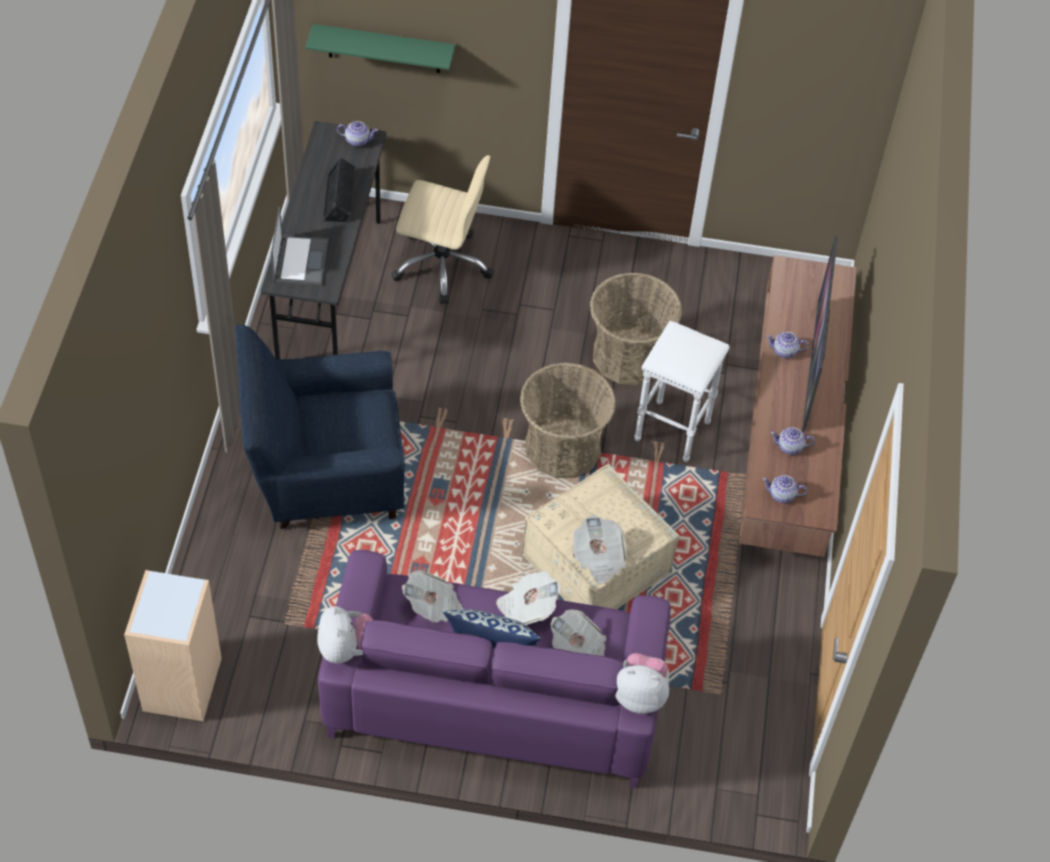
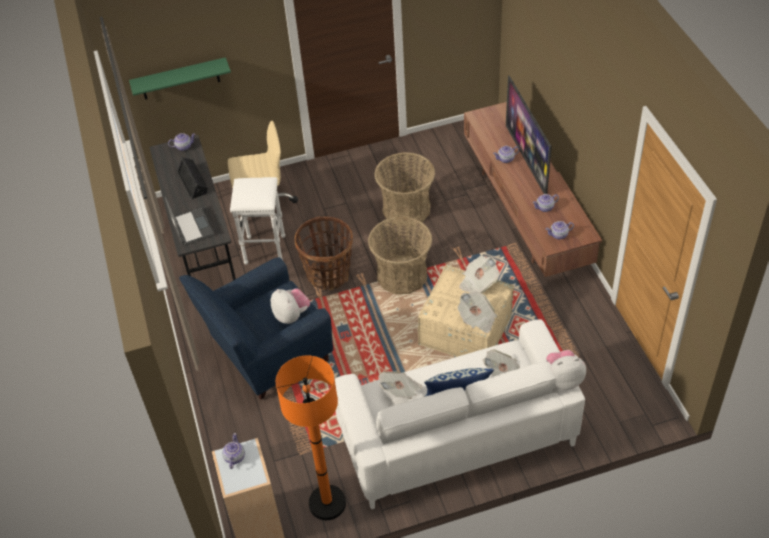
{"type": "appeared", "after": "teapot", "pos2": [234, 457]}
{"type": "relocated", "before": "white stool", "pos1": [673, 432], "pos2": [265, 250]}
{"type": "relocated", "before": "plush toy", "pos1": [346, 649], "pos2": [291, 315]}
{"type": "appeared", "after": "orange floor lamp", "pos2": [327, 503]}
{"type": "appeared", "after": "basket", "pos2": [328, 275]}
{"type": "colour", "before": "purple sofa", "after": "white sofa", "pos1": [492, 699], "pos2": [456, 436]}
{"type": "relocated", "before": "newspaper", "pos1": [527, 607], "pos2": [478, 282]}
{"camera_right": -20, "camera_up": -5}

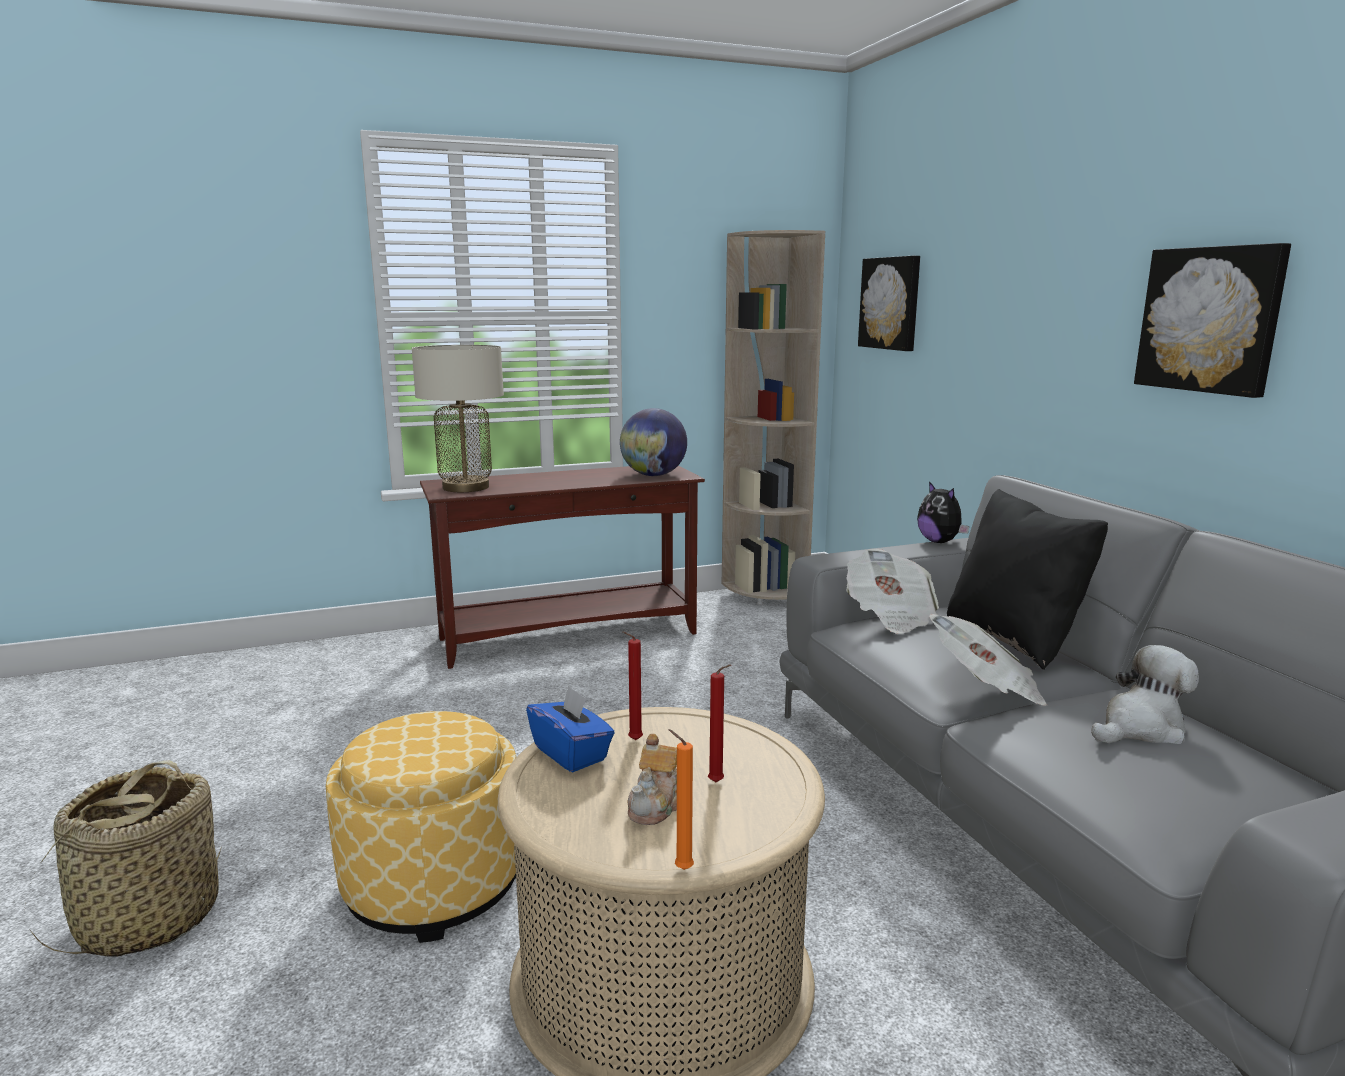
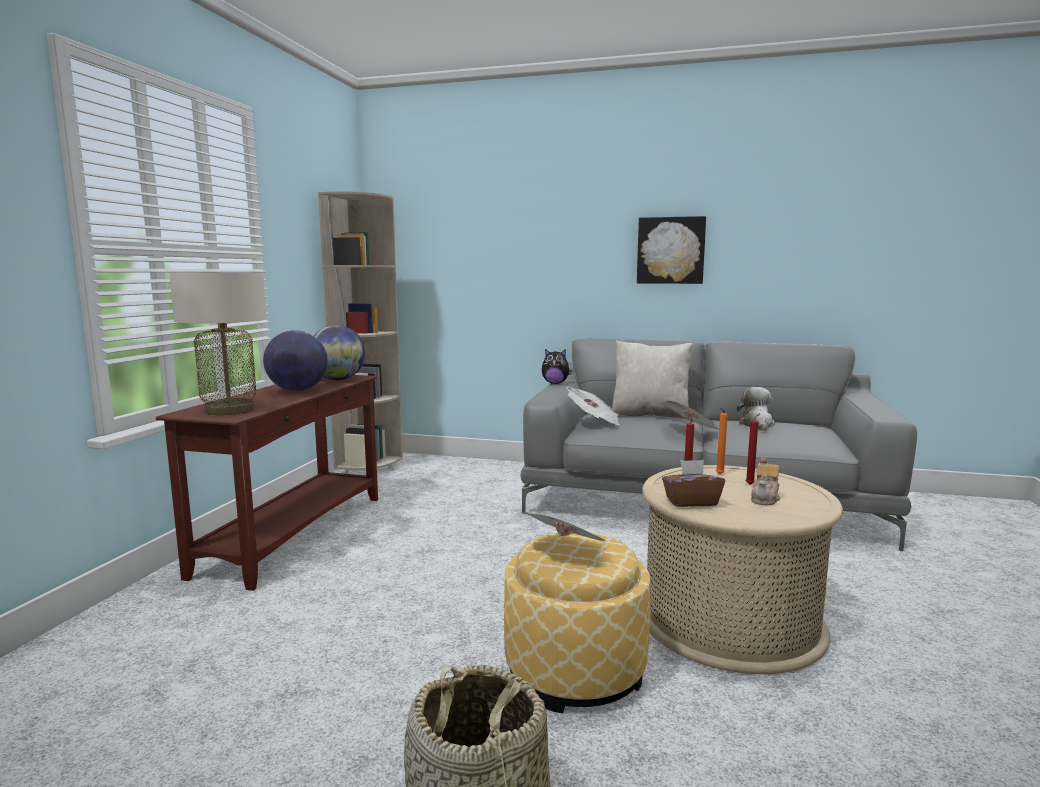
{"type": "appeared", "after": "globe", "pos2": [297, 390]}
{"type": "appeared", "after": "newspaper", "pos2": [566, 552]}
{"type": "colour", "before": "black pillow", "after": "beige pillow", "pos1": [1014, 638], "pos2": [650, 415]}
{"type": "colour", "before": "blue tissue box", "after": "brown tissue box", "pos1": [571, 753], "pos2": [691, 502]}
{"type": "relocated", "before": "orange candle", "pos1": [681, 869], "pos2": [719, 474]}
{"type": "spun", "before": "teapot", "pos1": [656, 805], "pos2": [765, 498], "turn": 60}
{"type": "missing", "before": "picture", "pos1": [891, 303]}
{"camera_right": -55, "camera_up": -5}

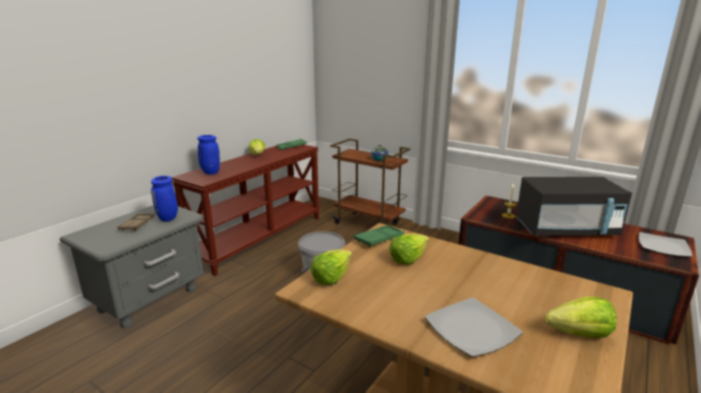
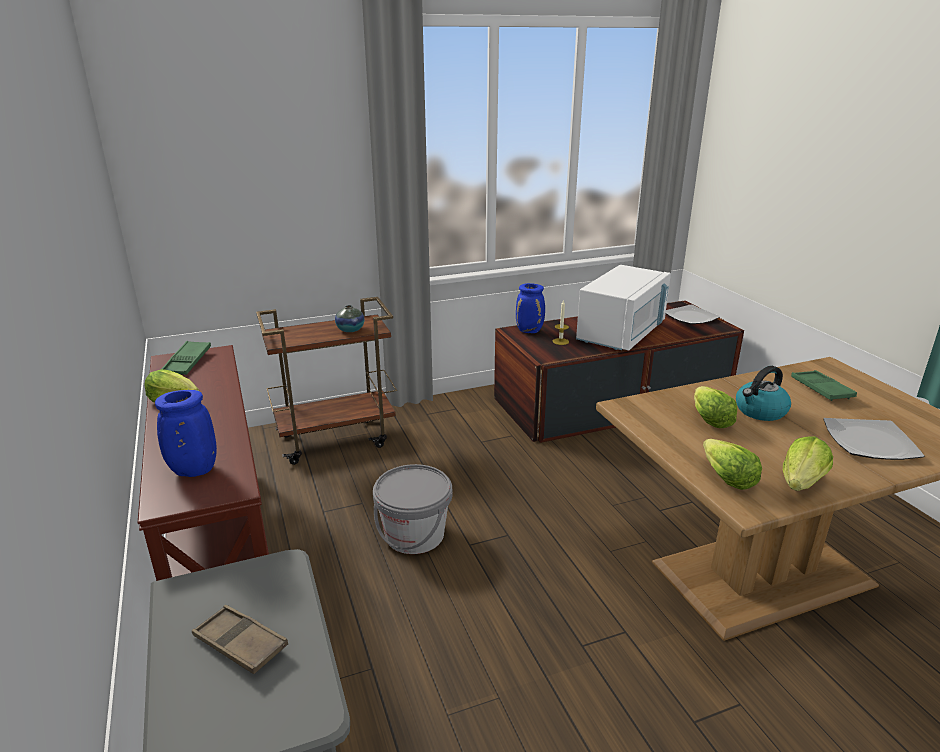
{"type": "relocated", "before": "blue vase", "pos1": [168, 219], "pos2": [530, 331]}
{"type": "colour", "before": "black microwave", "after": "white microwave", "pos1": [565, 230], "pos2": [621, 334]}
{"type": "appeared", "after": "kettle", "pos2": [760, 411]}
{"type": "relocated", "before": "lettuce", "pos1": [580, 334], "pos2": [801, 483]}
{"type": "relocated", "before": "green tray", "pos1": [379, 239], "pos2": [821, 389]}
{"camera_right": -55, "camera_up": 5}

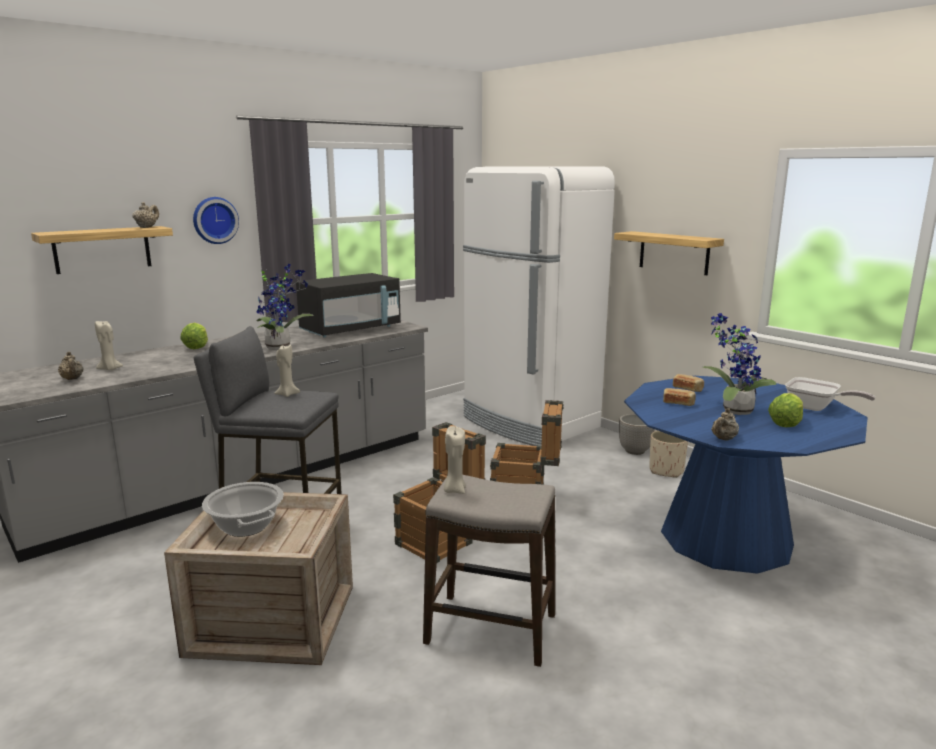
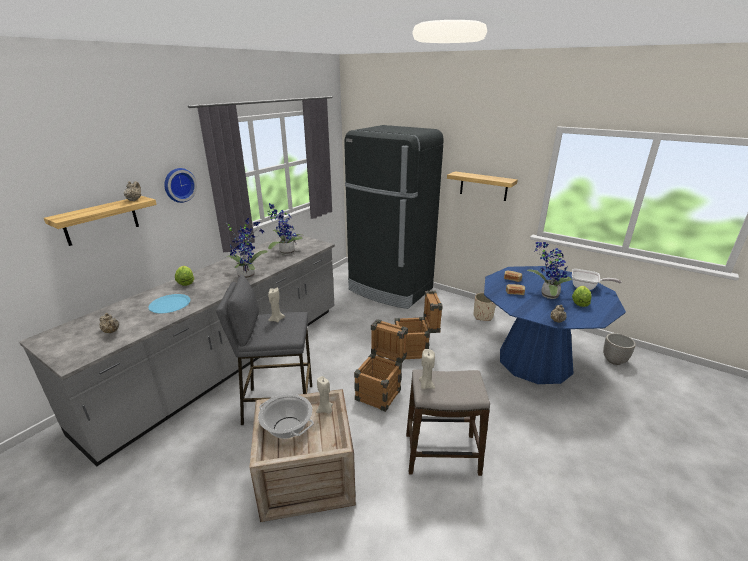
{"type": "appeared", "after": "blue plate", "pos2": [170, 304]}
{"type": "exchanged", "before": "black microwave", "after": "potted plant", "pos1": [351, 330], "pos2": [285, 252]}
{"type": "relocated", "before": "beige candle", "pos1": [110, 369], "pos2": [325, 410]}
{"type": "colour", "before": "white fridge", "after": "black fridge", "pos1": [529, 423], "pos2": [390, 289]}
{"type": "relocated", "before": "planter", "pos1": [635, 451], "pos2": [614, 360]}
{"camera_right": -15, "camera_up": 10}

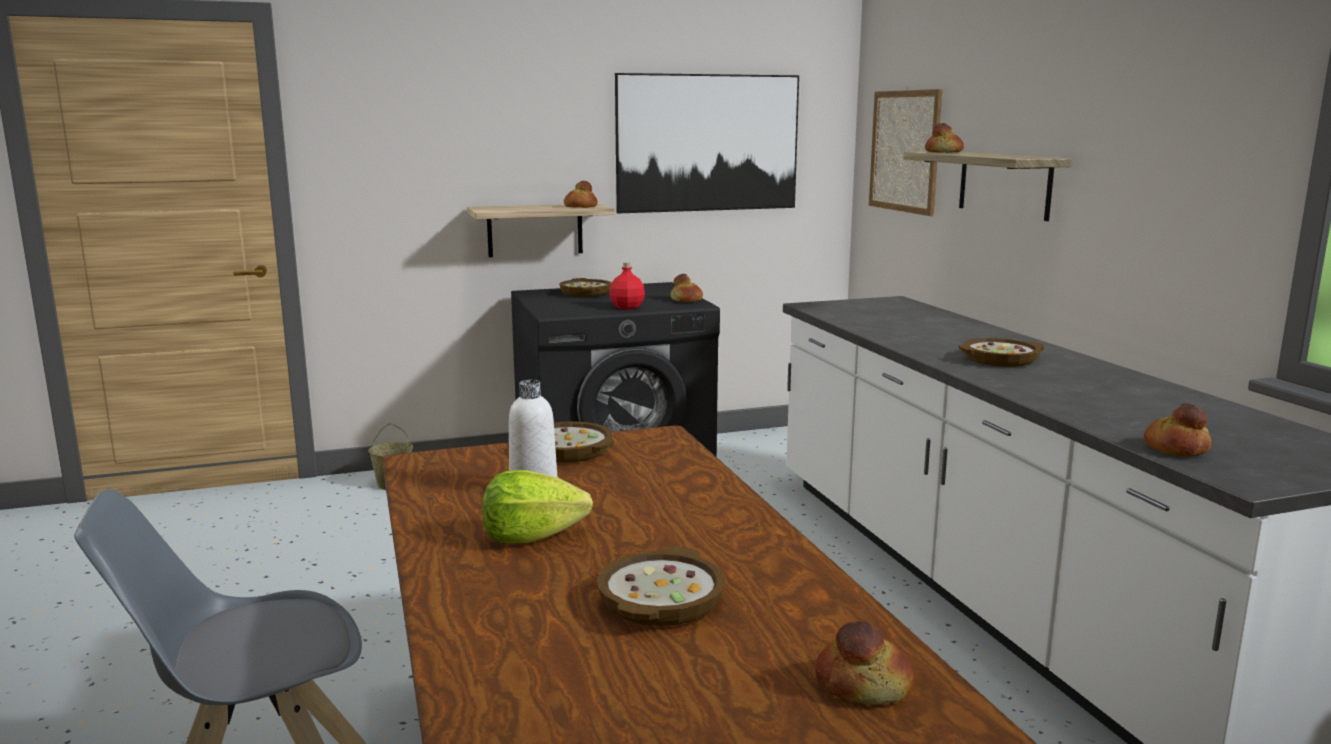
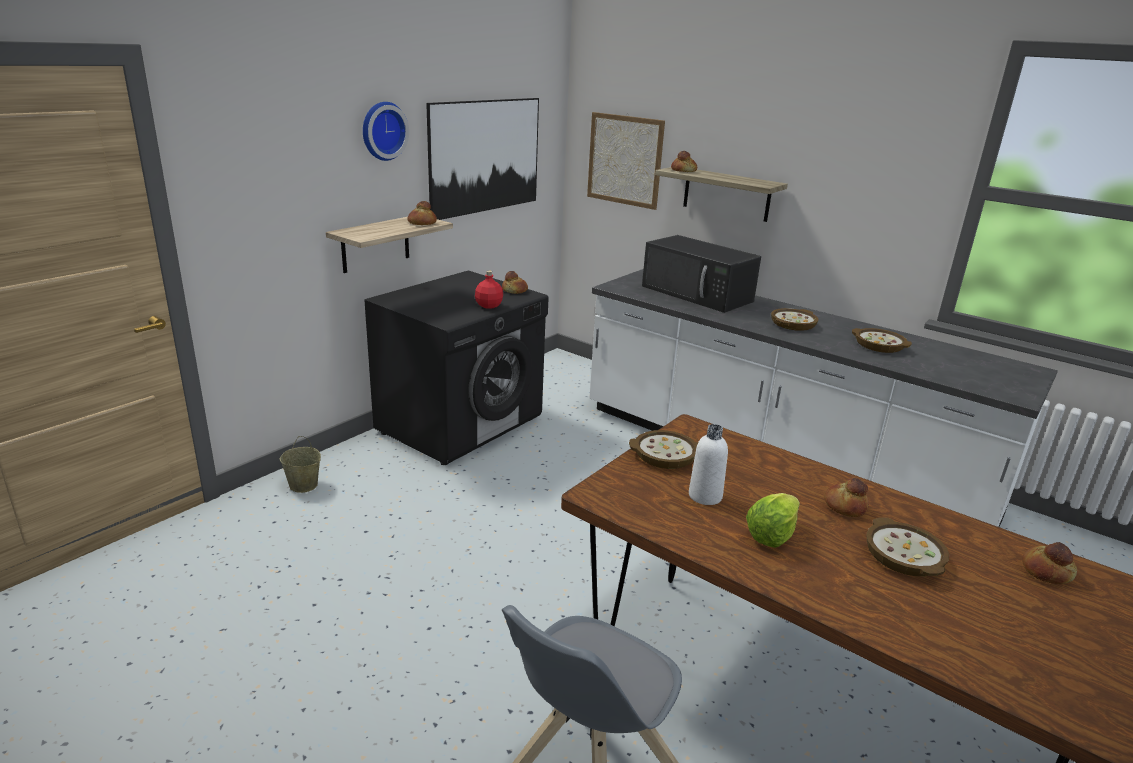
{"type": "appeared", "after": "wall clock", "pos2": [382, 131]}
{"type": "appeared", "after": "black microwave", "pos2": [698, 294]}
{"type": "relocated", "before": "bread", "pos1": [1175, 448], "pos2": [844, 506]}
{"type": "relocated", "before": "bowl", "pos1": [586, 293], "pos2": [879, 345]}
{"camera_right": -35, "camera_up": 10}

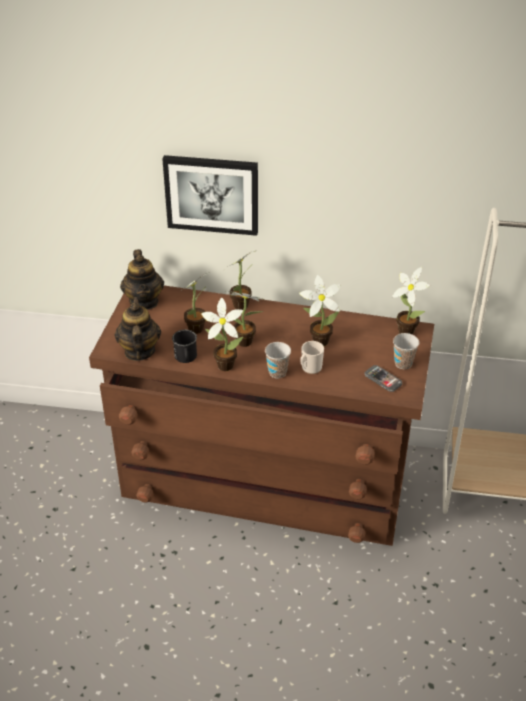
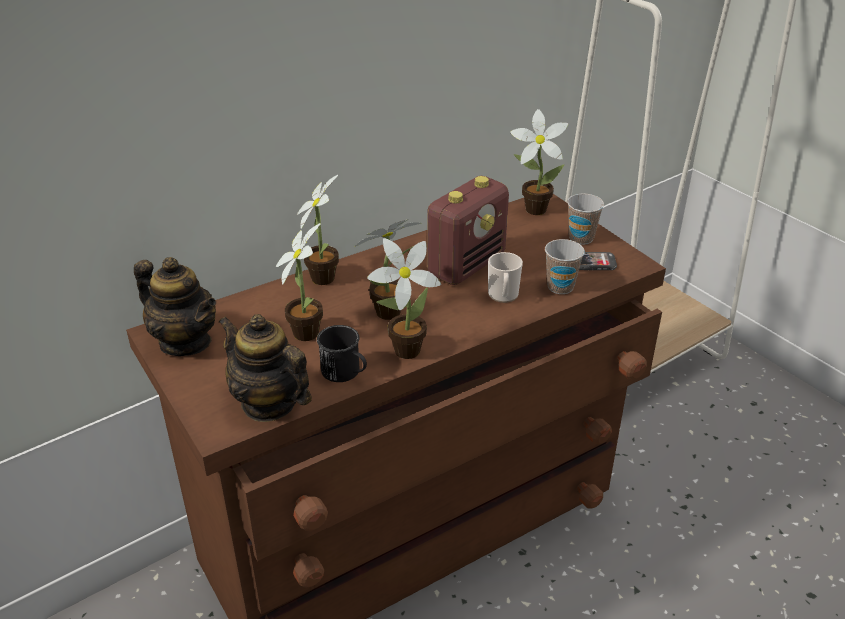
{"type": "exchanged", "before": "potted plant", "after": "radio", "pos1": [318, 341], "pos2": [466, 265]}
{"type": "relocated", "before": "cup", "pos1": [277, 372], "pos2": [560, 287]}
{"type": "missing", "before": "picture", "pos1": [212, 194]}
{"camera_right": -45, "camera_up": -5}

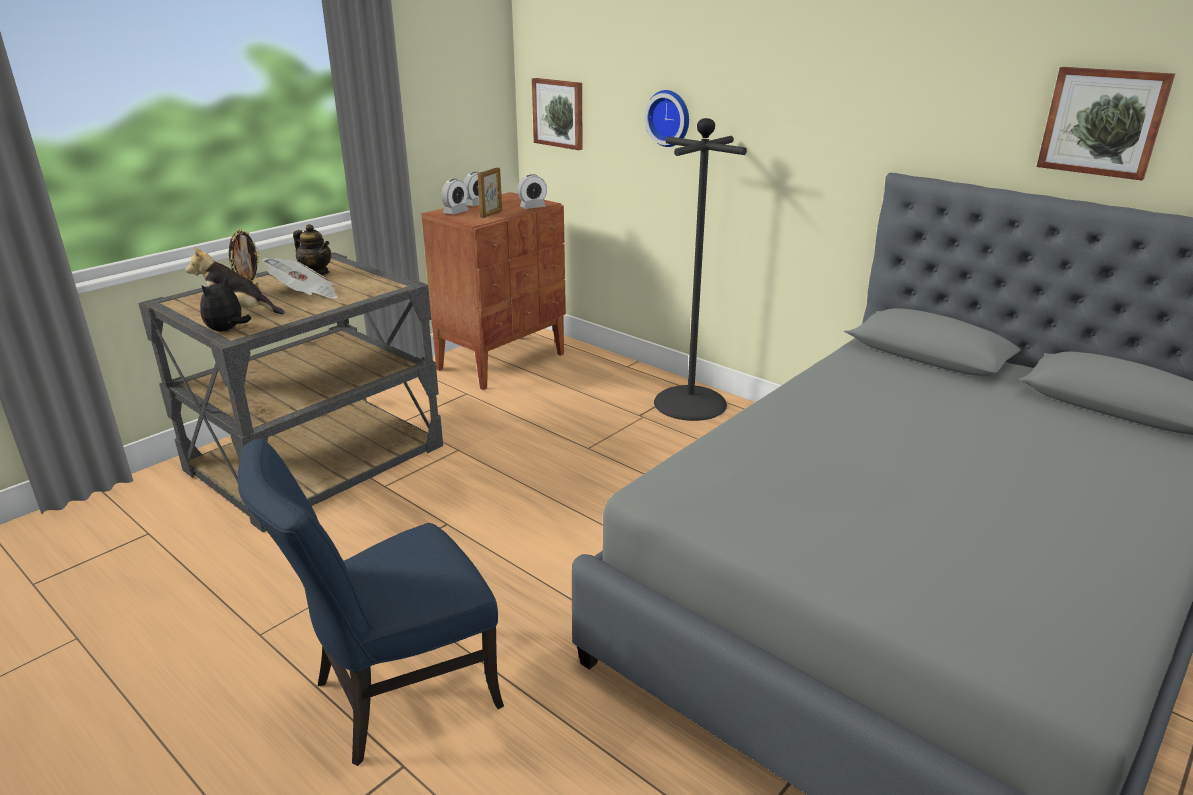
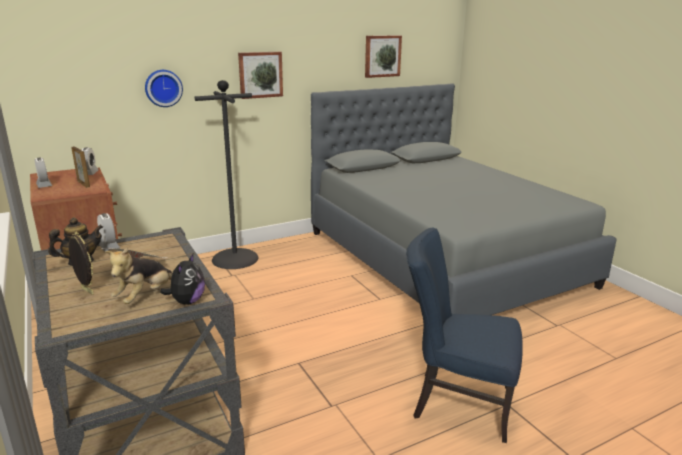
{"type": "relocated", "before": "alarm clock", "pos1": [456, 212], "pos2": [109, 246]}
{"type": "spun", "before": "plush toy", "pos1": [227, 330], "pos2": [187, 301], "turn": -120}
{"type": "relocated", "before": "picture", "pos1": [559, 113], "pos2": [260, 74]}
{"type": "spun", "before": "blue chair", "pos1": [395, 696], "pos2": [455, 402], "turn": 120}
{"camera_right": -70, "camera_up": -5}

